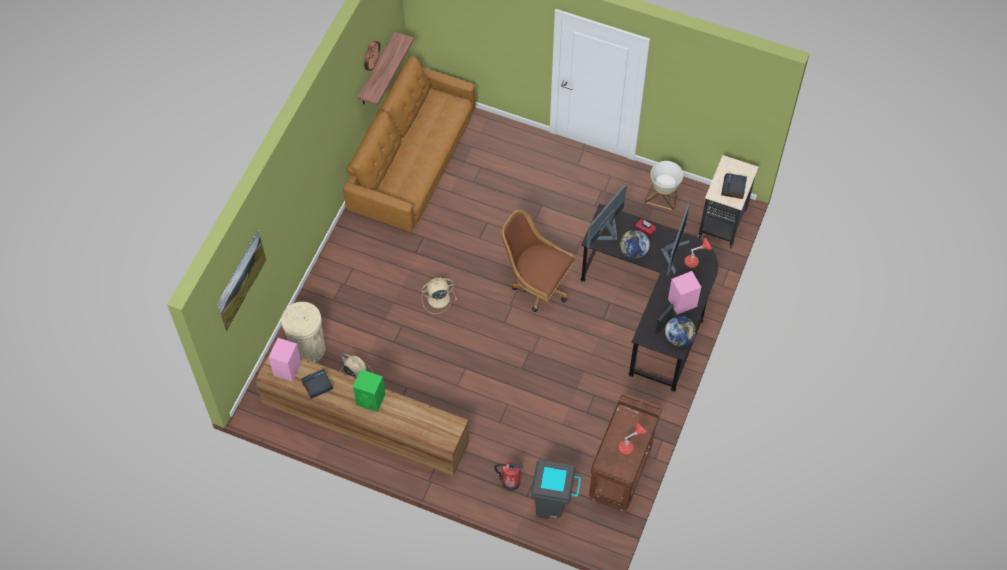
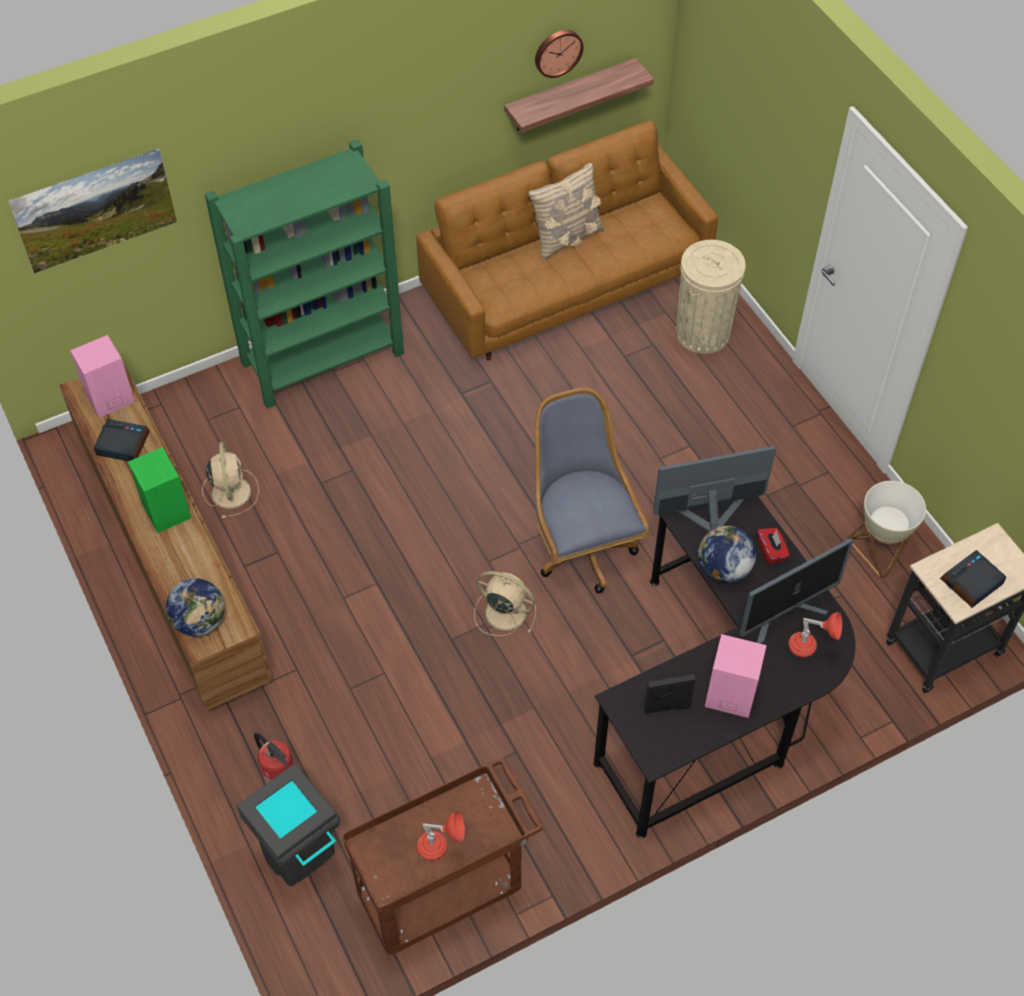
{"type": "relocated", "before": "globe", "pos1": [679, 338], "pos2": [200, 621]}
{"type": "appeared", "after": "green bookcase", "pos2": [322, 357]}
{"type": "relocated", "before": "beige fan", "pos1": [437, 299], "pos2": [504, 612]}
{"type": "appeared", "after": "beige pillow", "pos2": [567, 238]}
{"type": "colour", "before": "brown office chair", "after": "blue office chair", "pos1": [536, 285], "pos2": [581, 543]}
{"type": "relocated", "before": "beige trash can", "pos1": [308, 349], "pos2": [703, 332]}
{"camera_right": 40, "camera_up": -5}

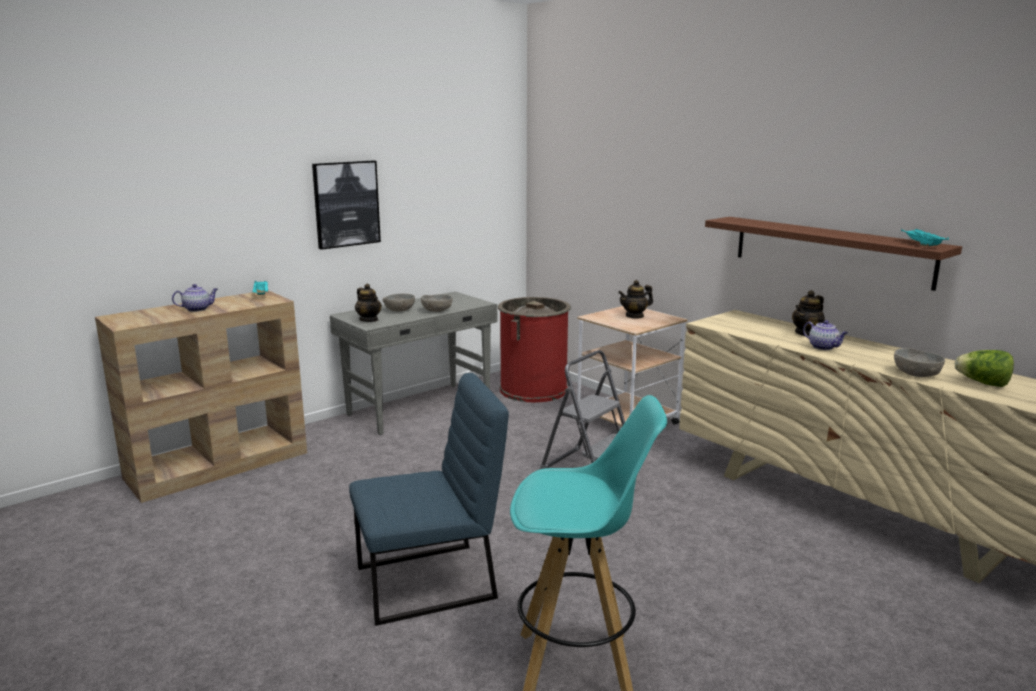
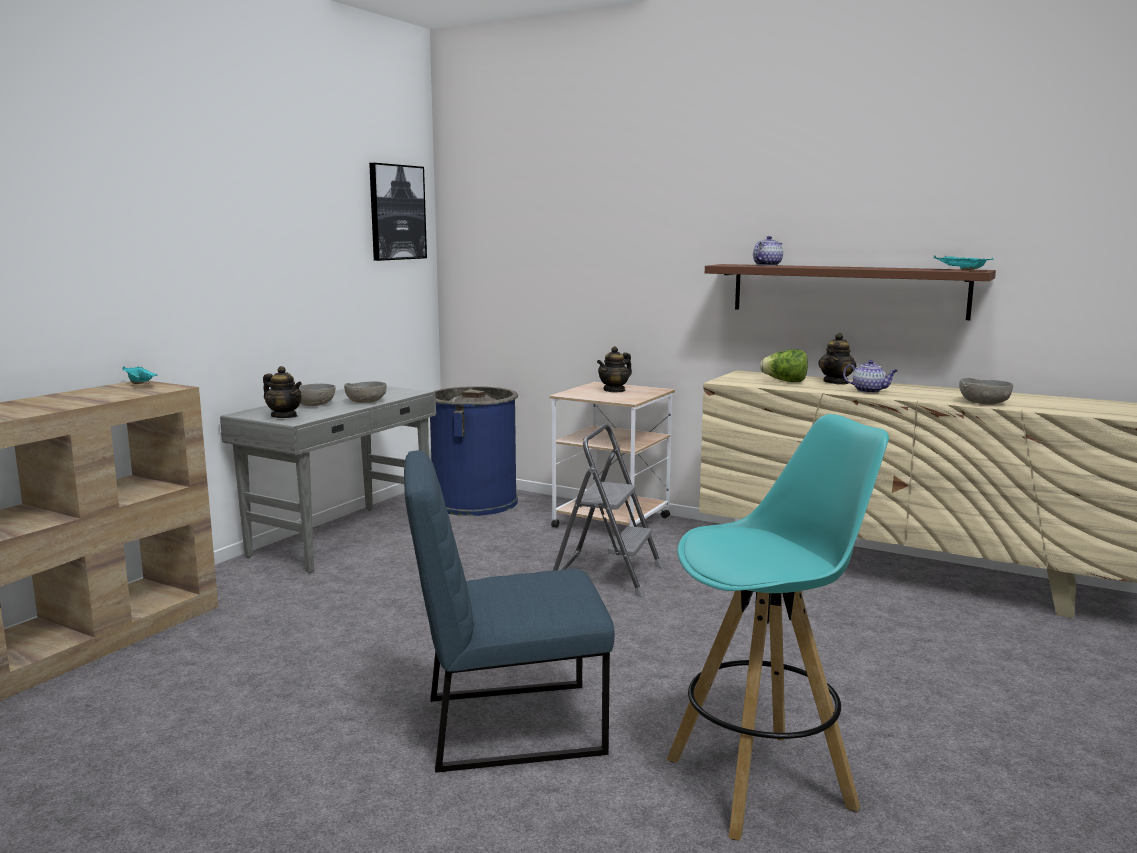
{"type": "relocated", "before": "picture", "pos1": [346, 204], "pos2": [396, 212]}
{"type": "spun", "before": "blue chair", "pos1": [430, 582], "pos2": [507, 725], "turn": -150}
{"type": "colour", "before": "red trash can", "after": "blue trash can", "pos1": [533, 389], "pos2": [474, 502]}
{"type": "relocated", "before": "teapot", "pos1": [198, 309], "pos2": [767, 265]}
{"type": "relocated", "before": "lettuce", "pos1": [983, 383], "pos2": [785, 381]}
{"camera_right": -20, "camera_up": -5}

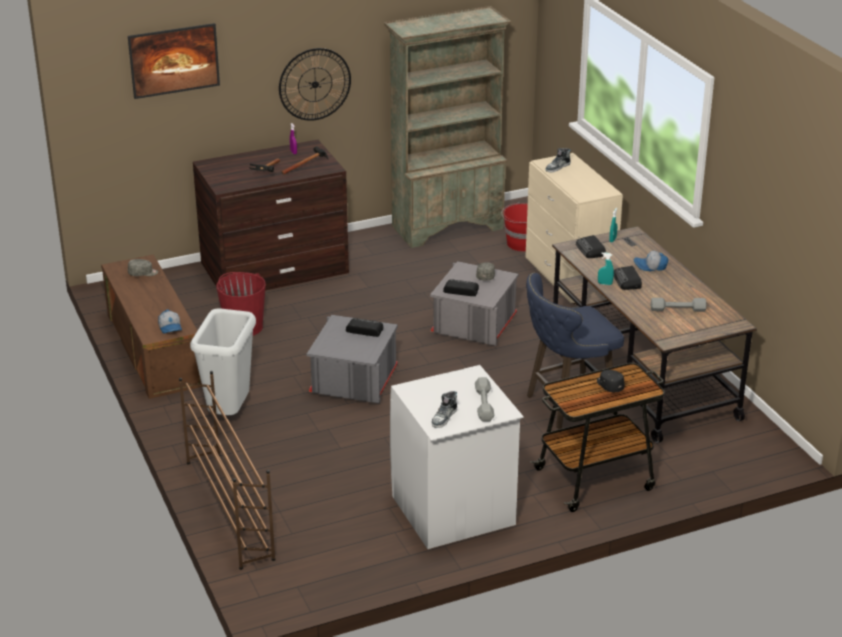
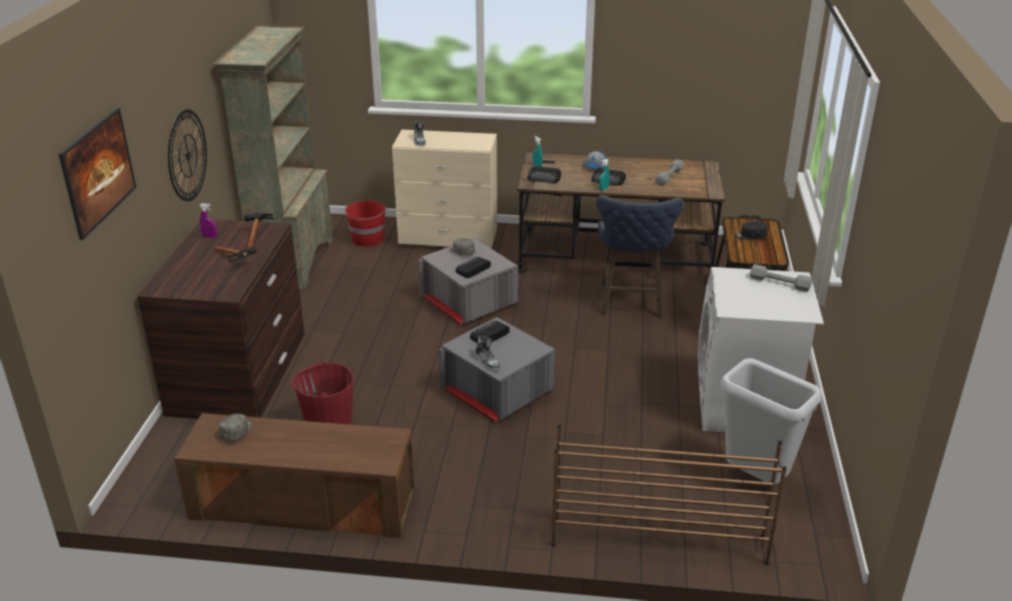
{"type": "relocated", "before": "shoe", "pos1": [444, 418], "pos2": [487, 361]}
{"type": "relocated", "before": "grey trash can", "pos1": [229, 413], "pos2": [754, 479]}
{"type": "missing", "before": "cap", "pos1": [171, 327]}
{"camera_right": -60, "camera_up": 0}

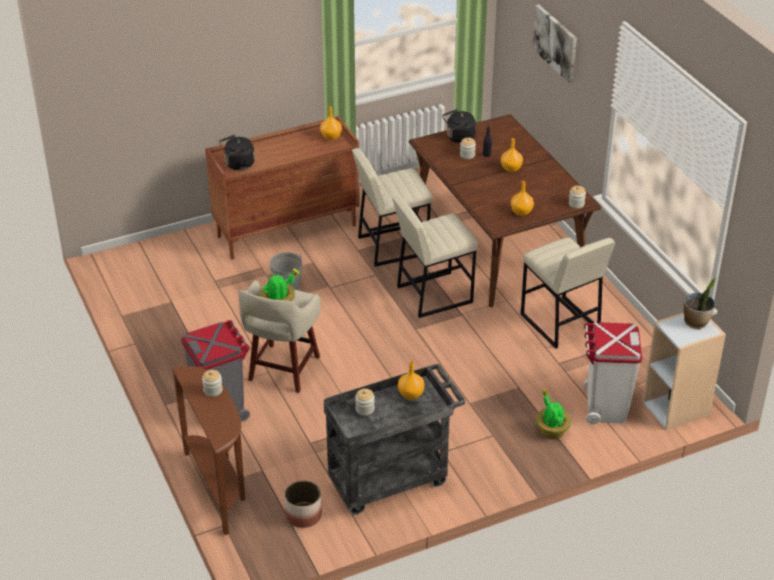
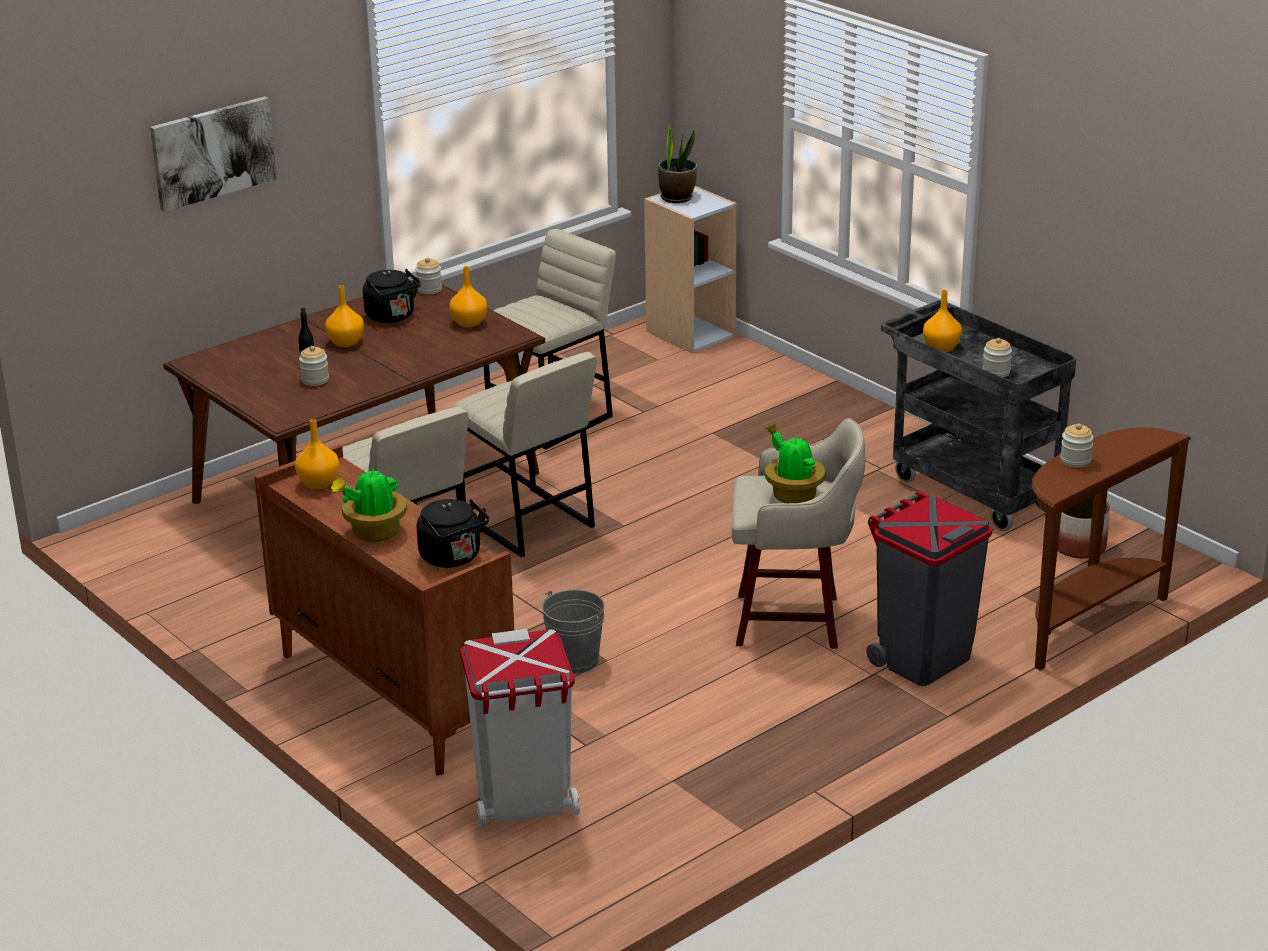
{"type": "relocated", "before": "potted plant", "pos1": [551, 430], "pos2": [374, 533]}
{"type": "relocated", "before": "black kettle", "pos1": [459, 138], "pos2": [392, 317]}
{"type": "relocated", "before": "white trash can", "pos1": [605, 407], "pos2": [524, 803]}
{"camera_right": -105, "camera_up": -10}

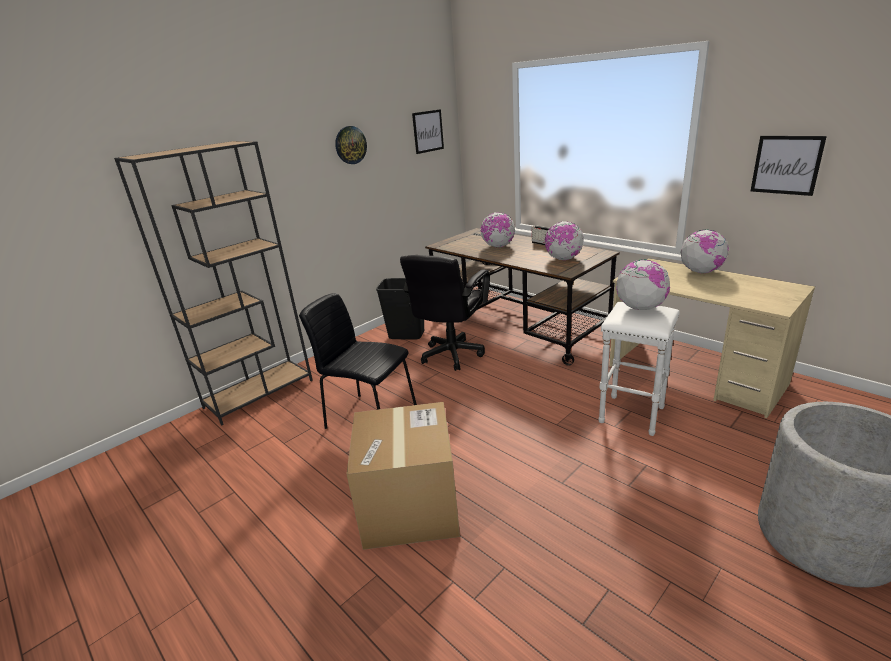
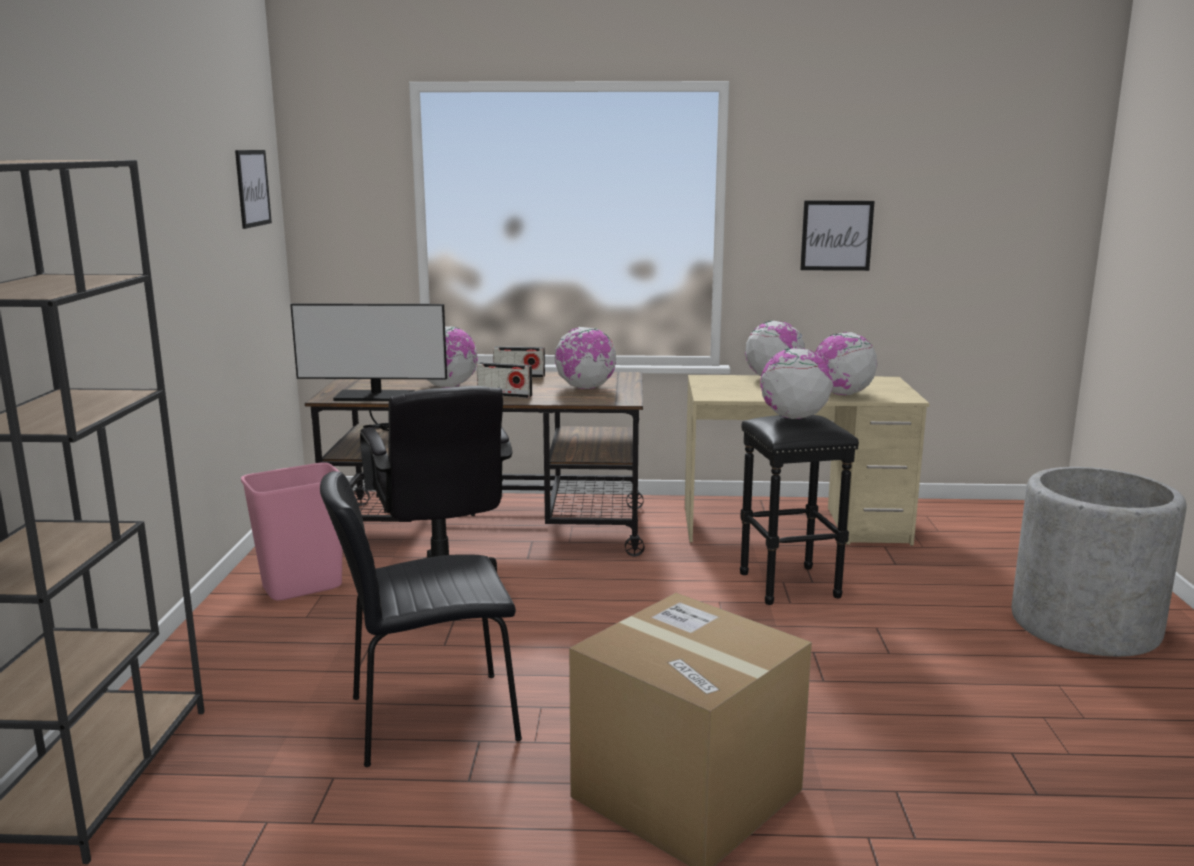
{"type": "colour", "before": "black trash can", "after": "pink trash can", "pos1": [406, 335], "pos2": [302, 588]}
{"type": "appeared", "after": "monitor", "pos2": [375, 396]}
{"type": "appeared", "after": "radio", "pos2": [505, 395]}
{"type": "colour", "before": "white stool", "after": "black stool", "pos1": [630, 415], "pos2": [788, 585]}
{"type": "appeared", "after": "globe", "pos2": [842, 394]}
{"type": "missing", "before": "wall clock", "pos1": [350, 145]}
{"camera_right": -45, "camera_up": -10}

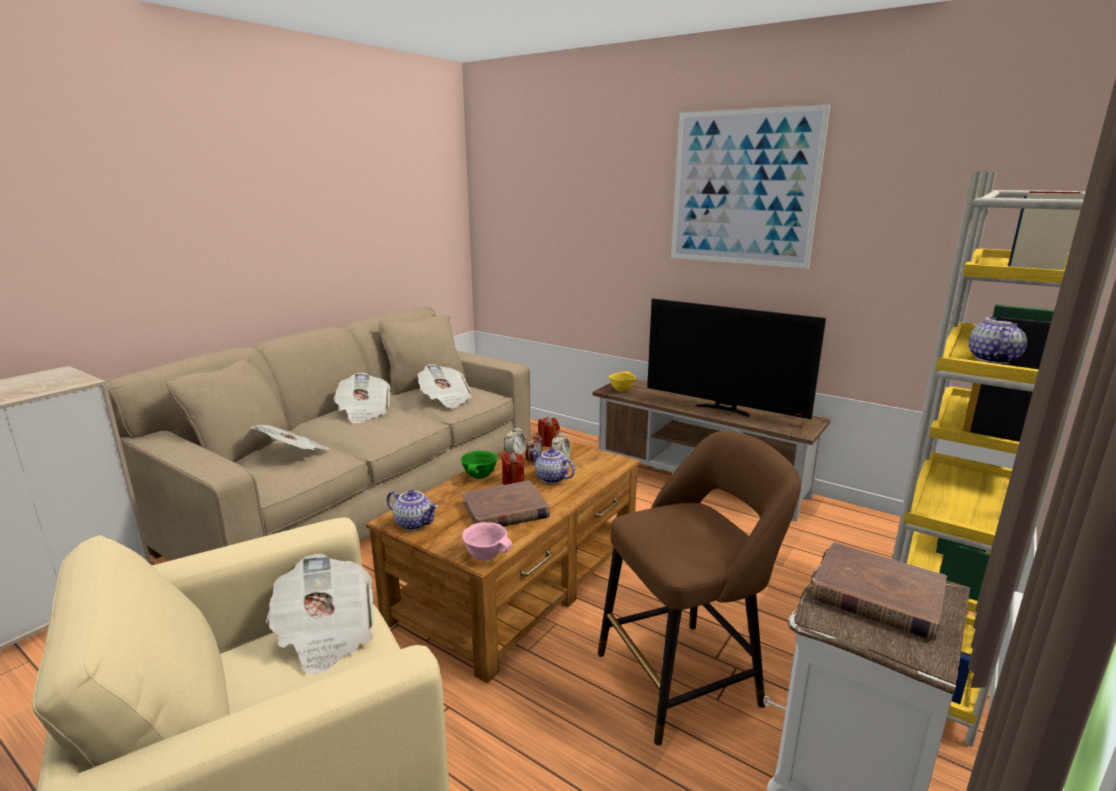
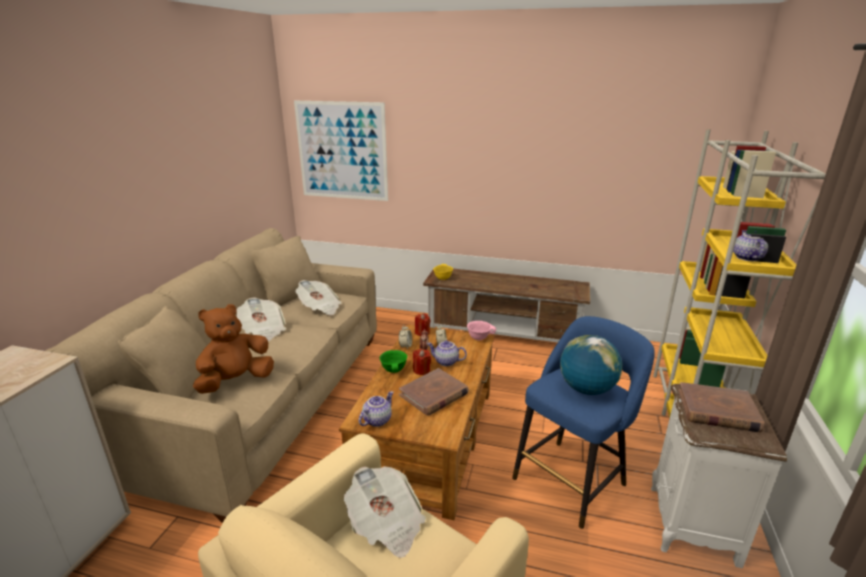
{"type": "exchanged", "before": "newspaper", "after": "brown plush toy", "pos1": [294, 454], "pos2": [236, 381]}
{"type": "relocated", "before": "picture", "pos1": [743, 188], "pos2": [342, 151]}
{"type": "spun", "before": "teapot", "pos1": [414, 523], "pos2": [377, 420], "turn": -60}
{"type": "relocated", "before": "pink bowl", "pos1": [487, 556], "pos2": [479, 338]}
{"type": "colour", "before": "brown stool", "after": "blue stool", "pos1": [685, 676], "pos2": [572, 478]}
{"type": "appeared", "after": "globe", "pos2": [586, 389]}
{"type": "missing", "before": "television", "pos1": [724, 409]}
{"camera_right": -20, "camera_up": 5}

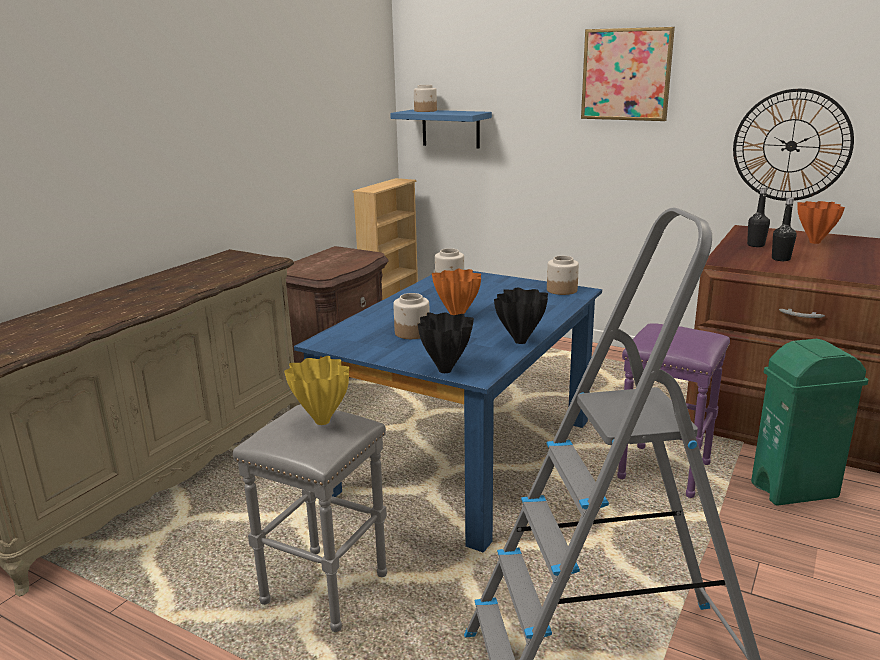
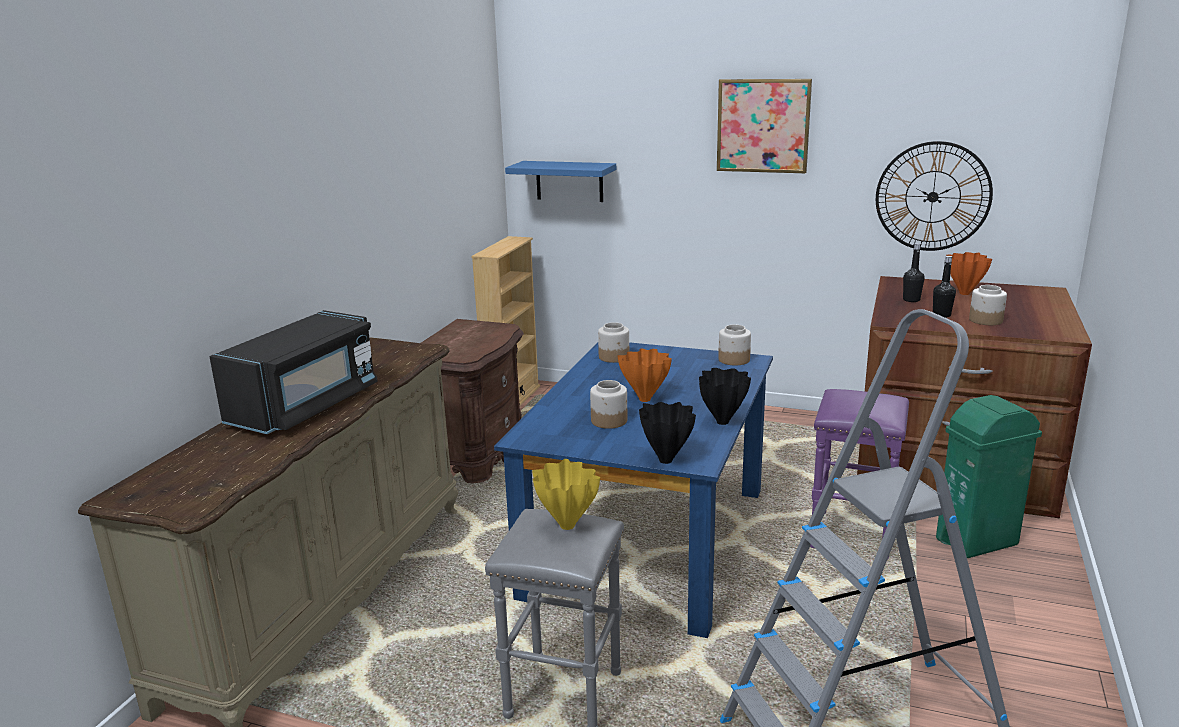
{"type": "appeared", "after": "black microwave", "pos2": [306, 406]}
{"type": "relocated", "before": "jar", "pos1": [425, 111], "pos2": [986, 320]}
{"camera_right": -10, "camera_up": 0}

